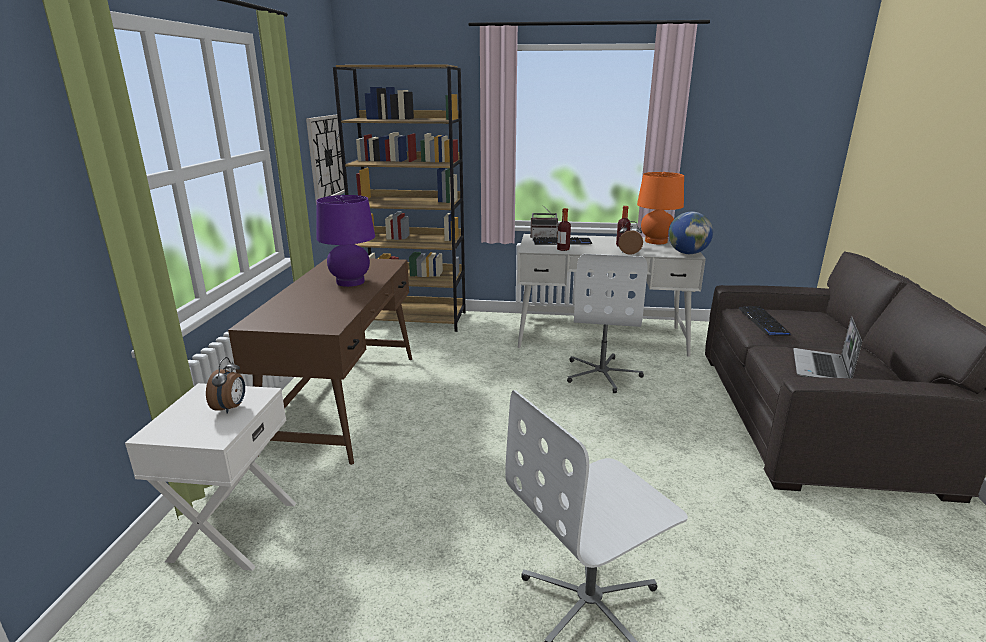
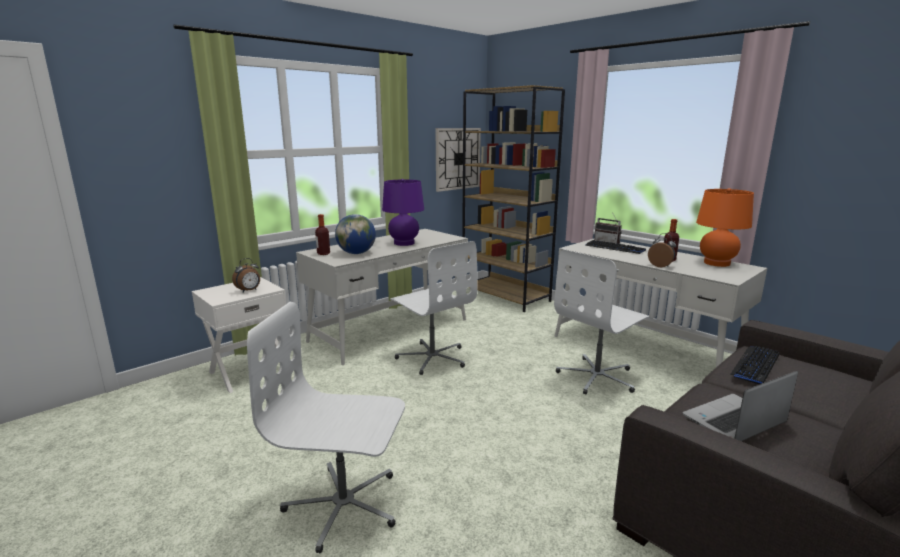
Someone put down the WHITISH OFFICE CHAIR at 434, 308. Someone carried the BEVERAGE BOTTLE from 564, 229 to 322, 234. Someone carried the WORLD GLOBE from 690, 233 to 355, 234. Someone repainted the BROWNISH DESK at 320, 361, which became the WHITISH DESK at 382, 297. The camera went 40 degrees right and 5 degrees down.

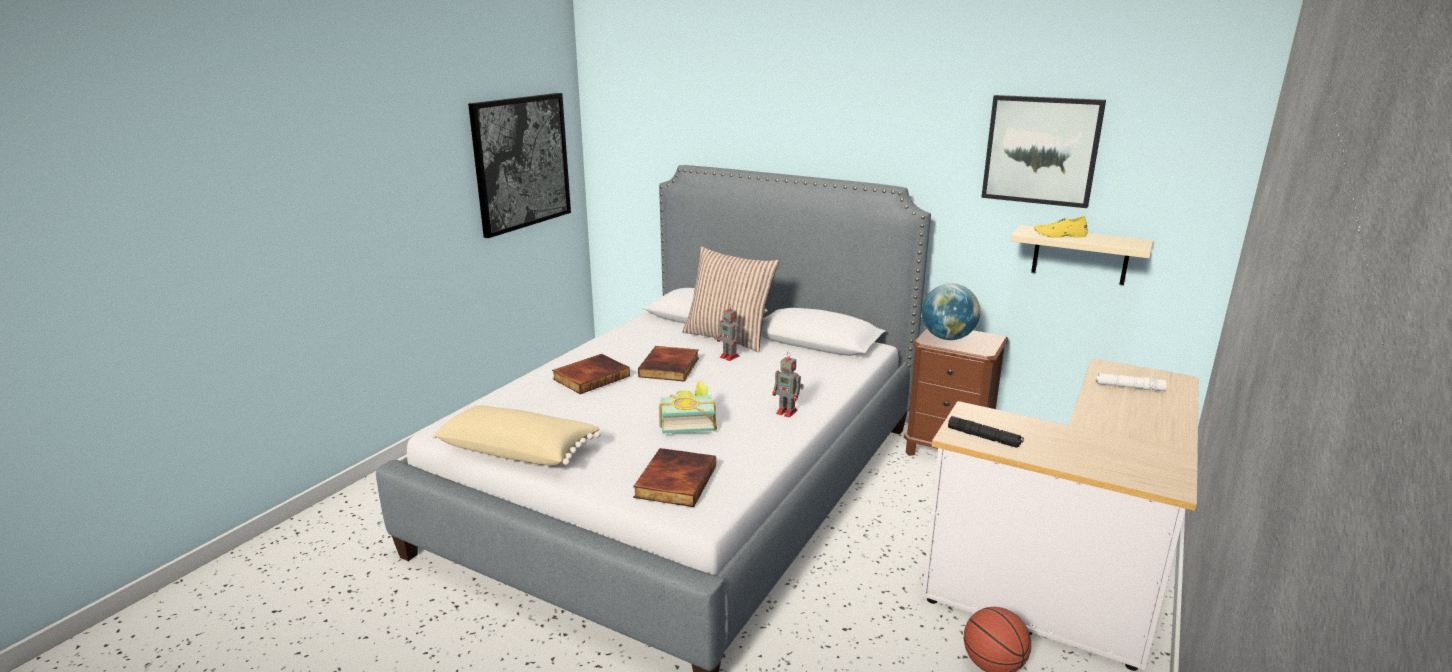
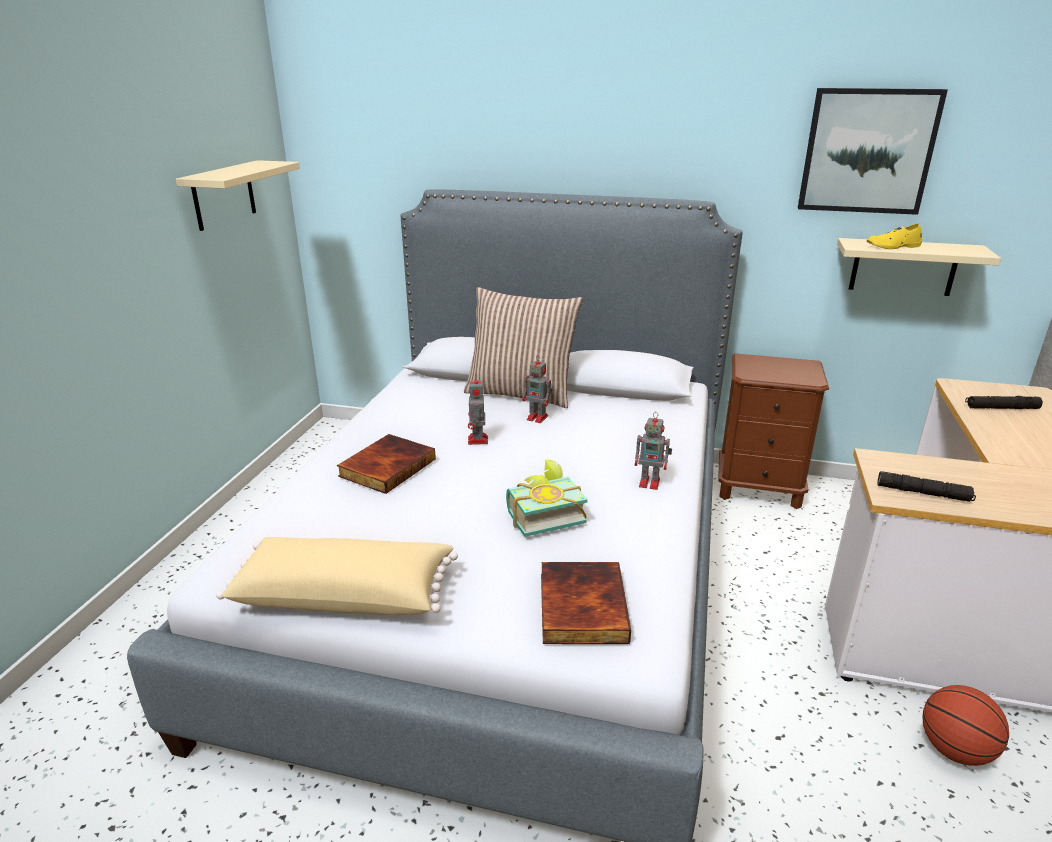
Someone took away the WORLD GLOBE at 951, 311. Someone swapped the WALL ART at 519, 165 for the BEIGE-COLOURED SHELF at 238, 195. Someone swapped the VOLUME at 668, 364 for the MODEL ROBOT at 478, 412. Someone repainted the WHITISH FLASHLIGHT at 1131, 382, which became the BLACK-COLOURED FLASHLIGHT at 1004, 402. The camera went 15 degrees left and 5 degrees up.

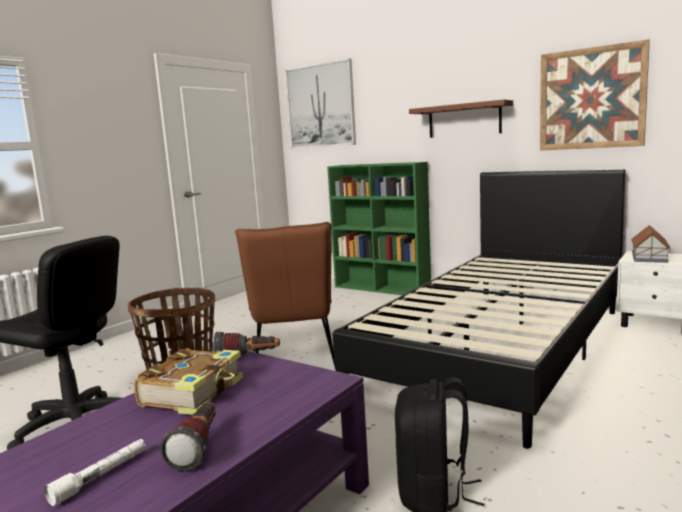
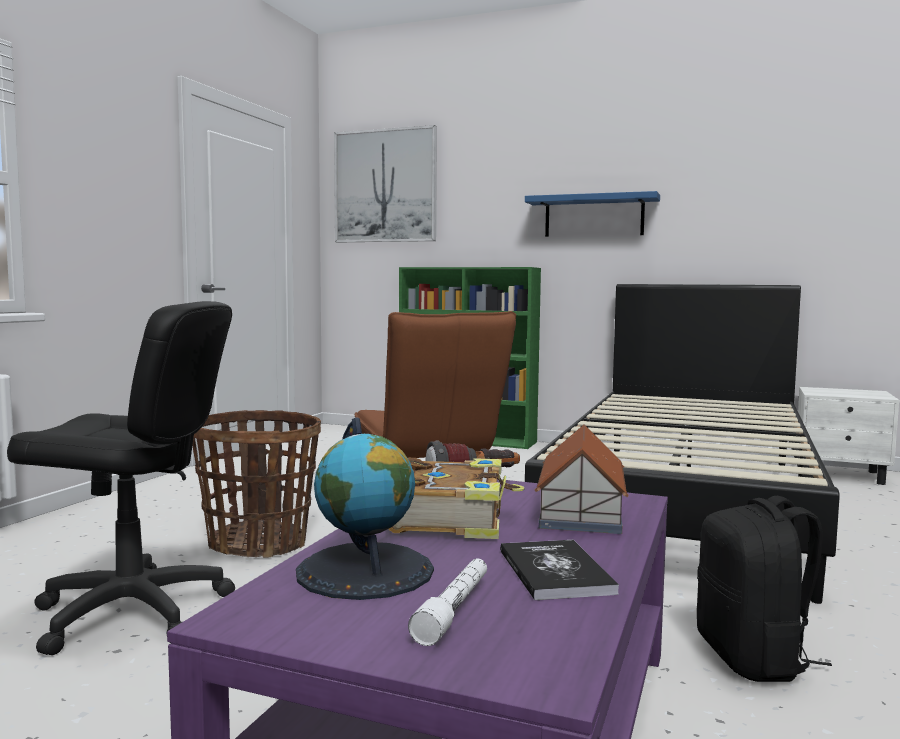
Someone took away the WALL ART at 595, 95. Someone put down the WORLD GLOBE at 365, 509. Someone carried the MINIATURE HOUSE from 651, 244 to 582, 479. Someone swapped the FLASHLIGHT at 188, 437 for the VOLUME at 559, 570. Someone repainted the BROWNISH SHELF at 461, 118, which became the BLUE SHELF at 592, 214. The camera went 15 degrees left and 5 degrees down.

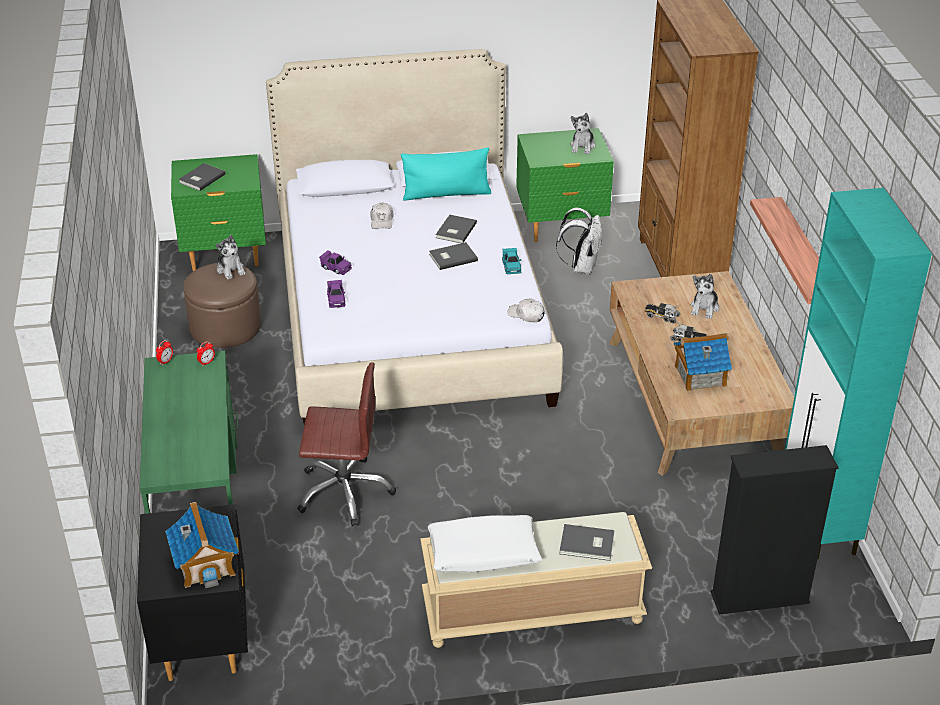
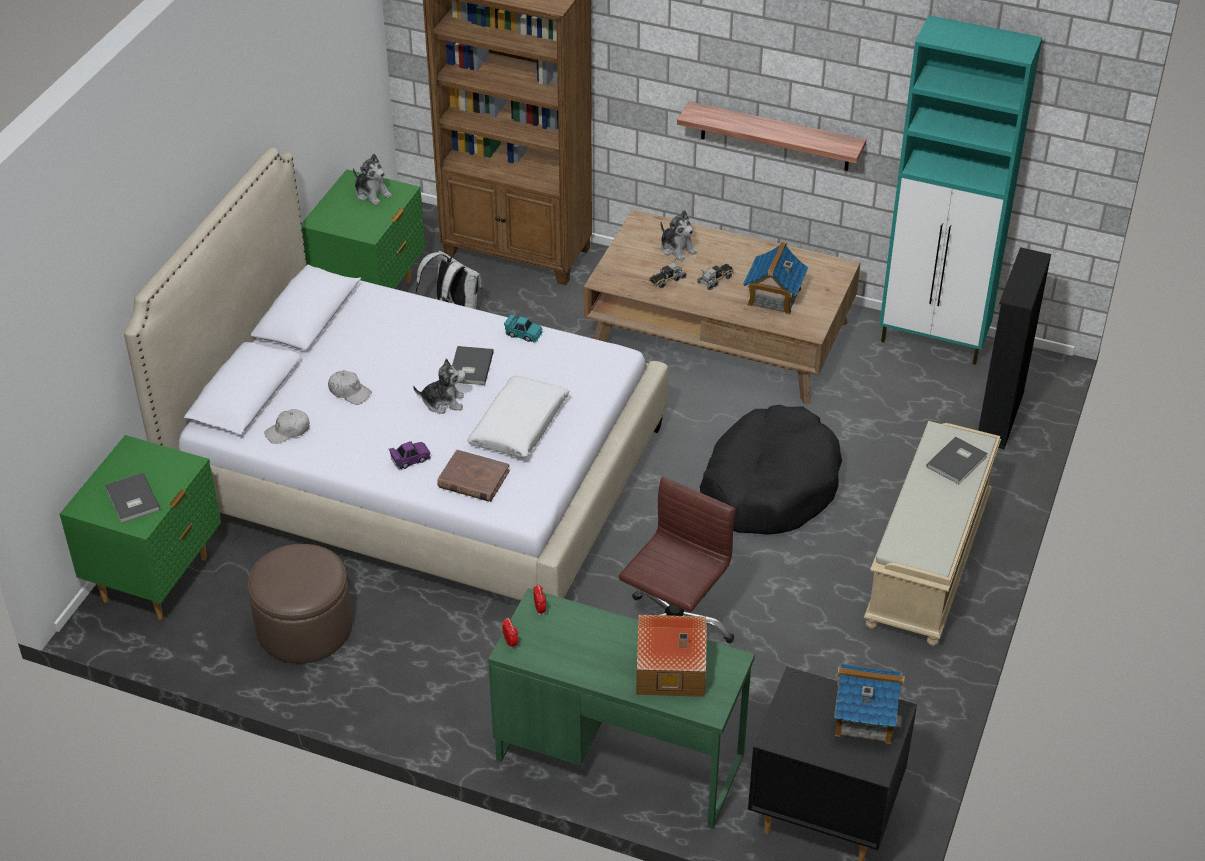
Someone took away the TURQUOISE PILLOW at 446, 173. Someone took away the GREYISH VOLUME at 456, 229. Someone put down the MINIATURE HOUSE at 671, 656. Someone put down the BLACK-COLOURED DOG BED at 771, 470. Someone carried the CUDDLY TOY from 230, 257 to 439, 386. Someone carried the WHITISH PILLOW from 485, 543 to 518, 417. Someone carried the WHITISH CAP from 526, 311 to 286, 426. Someone swapped the PURPLE MINIATURE CAR at 336, 294 for the BROWNISH VOLUME at 473, 476. The camera went 60 degrees left and 5 degrees up.

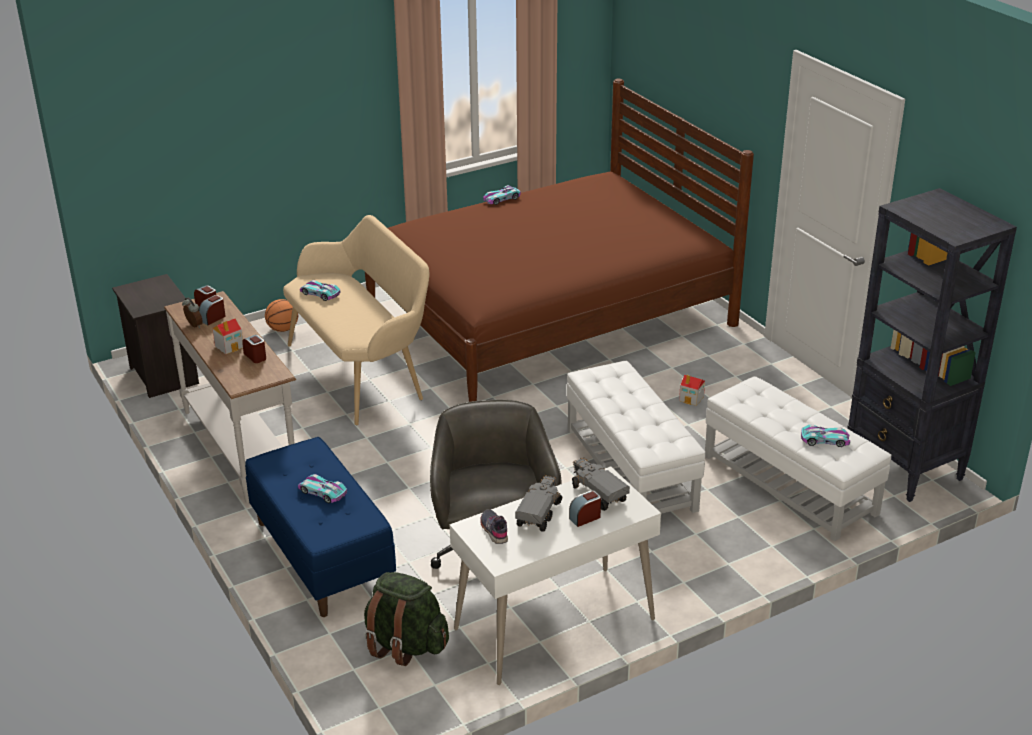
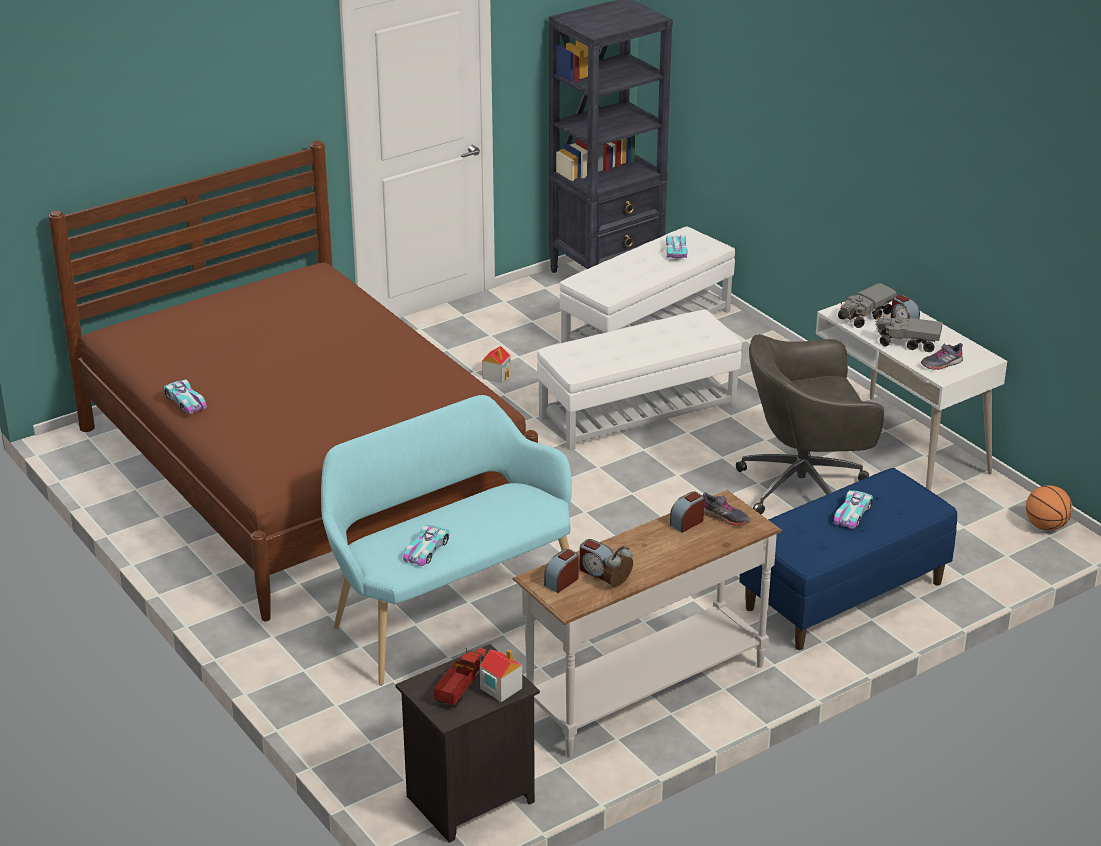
Someone took away the GREENISH BACKPACK at 406, 619. Someone put down the TOY TRUCK at 460, 677. Someone put down the GREYISH ITEM OF FOOTWEAR at 726, 509. Someone carried the MINIATURE HOUSE from 227, 336 to 501, 675. Someone carried the BASKETBALL from 281, 315 to 1049, 508. Someone repainted the BEIGE-COLOURED BENCH at 356, 320, which became the TURQUOISE BENCH at 446, 540. The camera went 95 degrees left and 0 degrees up.

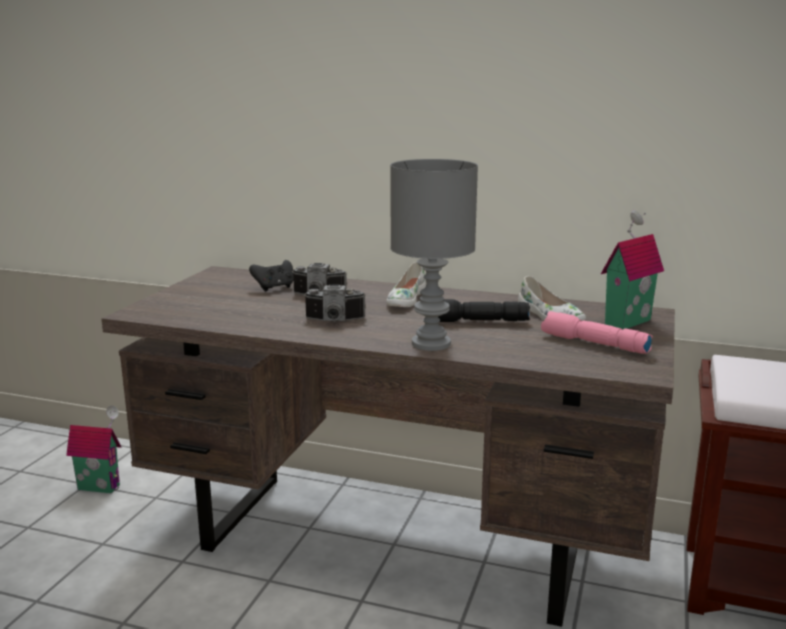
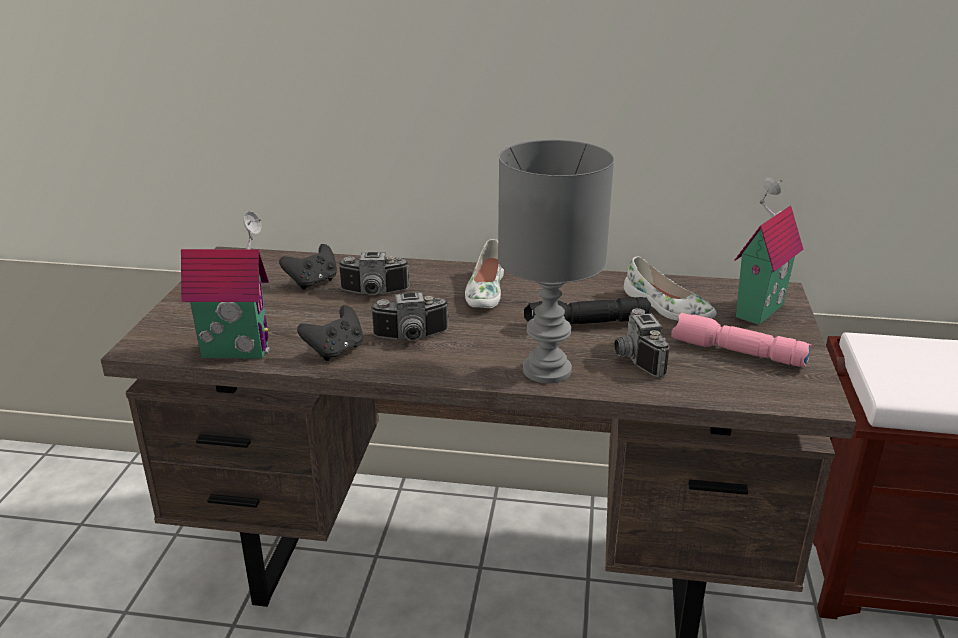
Someone put down the BLACK-COLOURED GAME CONTROLLER at 330, 333. Someone put down the PHOTO CAMERA at 641, 343. Someone carried the MINIATURE HOUSE from 93, 449 to 225, 284. The camera went 10 degrees left and 10 degrees up.

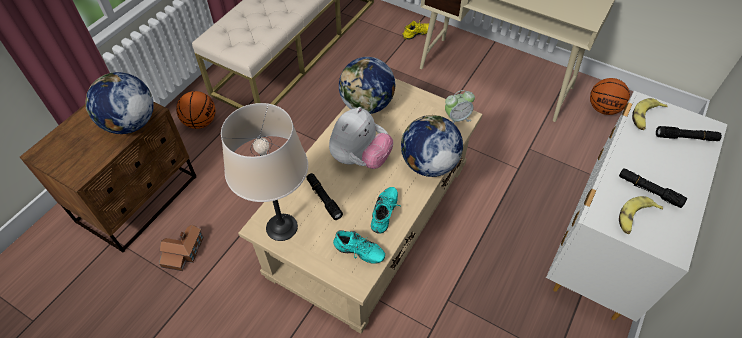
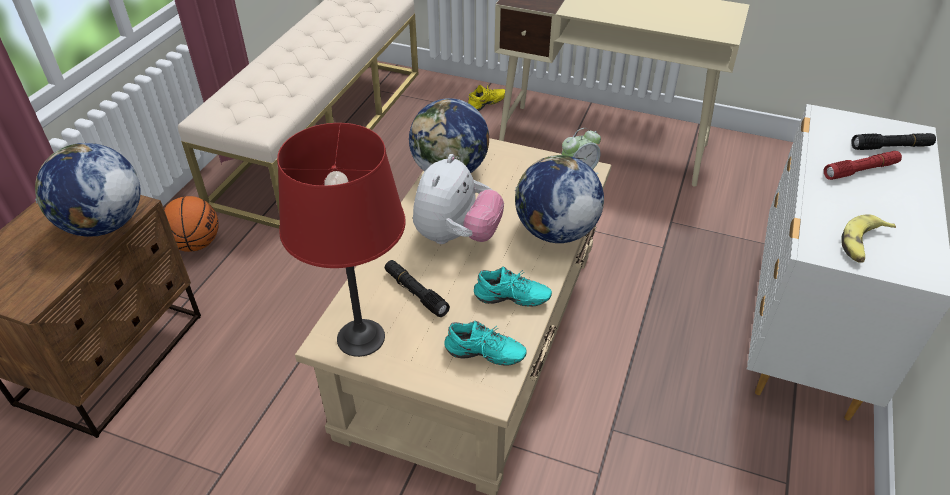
Someone took away the MINIATURE HOUSE at 181, 248. Someone took away the BASKETBALL at 610, 96. Someone took away the BLACK-COLOURED FLASHLIGHT at 653, 188. Someone took away the BANANA at 650, 114. Someone put down the REDDISH FLASHLIGHT at 863, 165. Someone repainted the BEIGE-COLOURED TABLE LAMP at 264, 172, which became the REDDISH TABLE LAMP at 341, 240. Someone rotated the TURQUOISE ITEM OF FOOTWEAR at 386, 210 by 90 degrees clockwise. The camera went 10 degrees left and 10 degrees down.

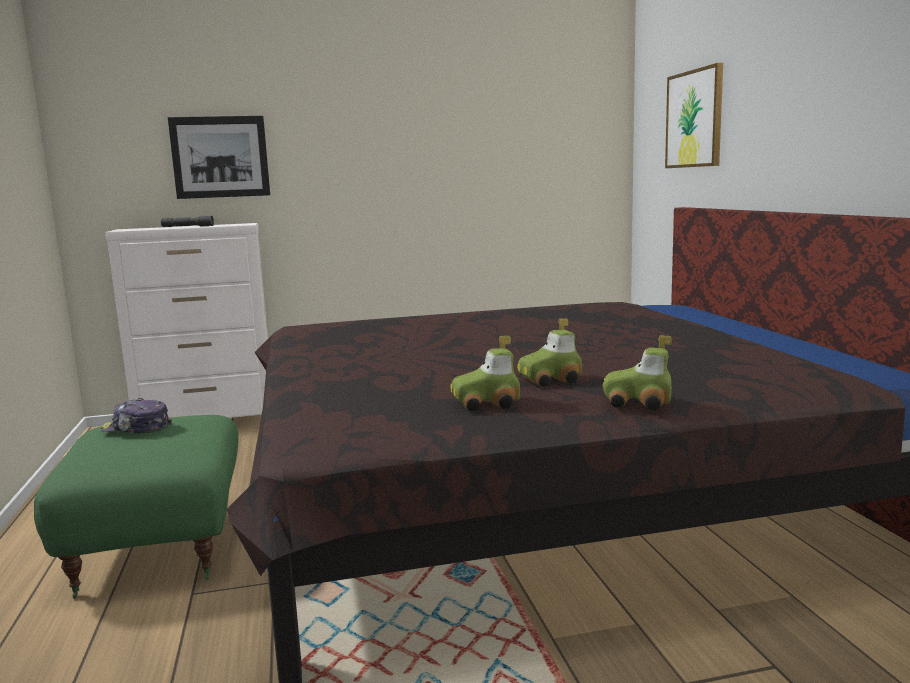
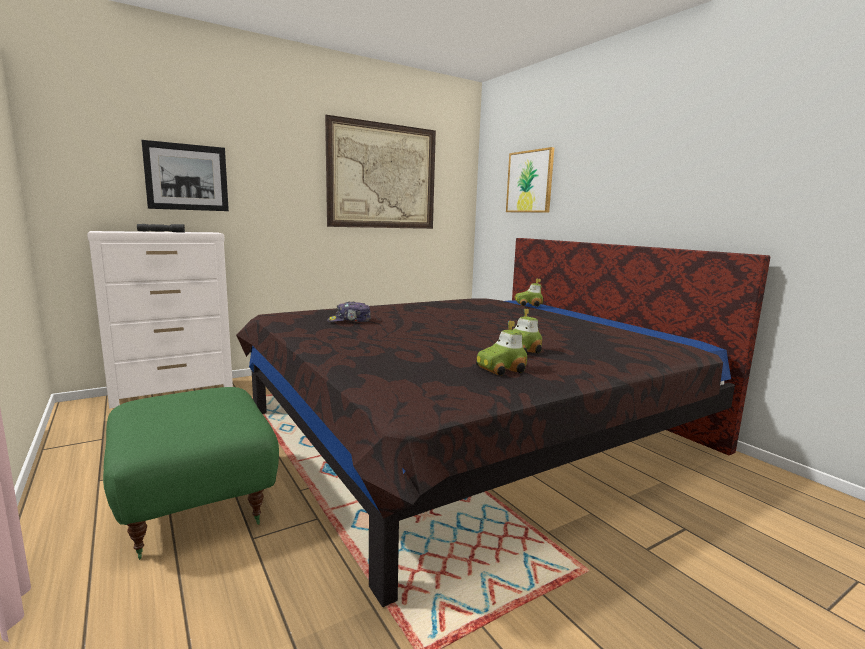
Someone put up the WALL ART at 380, 172. Someone carried the CAP from 136, 415 to 349, 312. Someone carried the MINIATURE CAR from 637, 373 to 529, 293. The camera went 20 degrees left and 0 degrees up.

